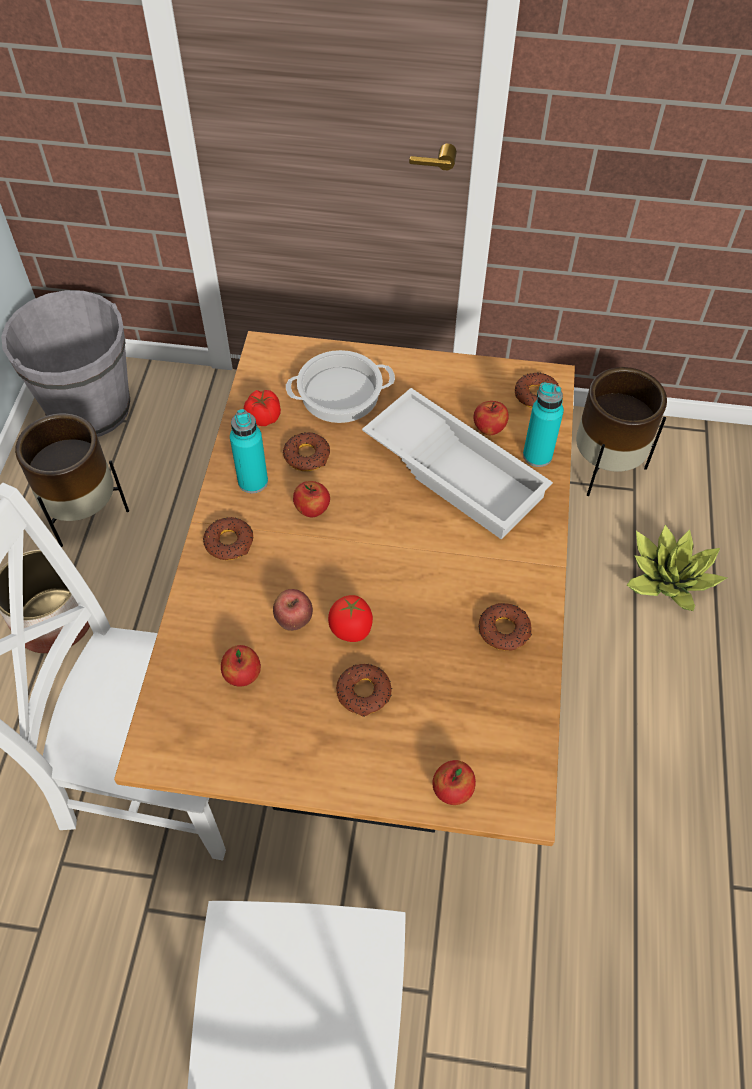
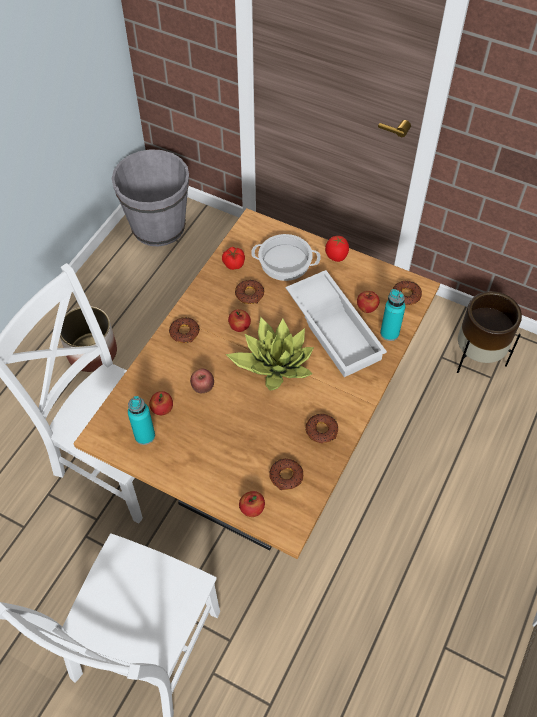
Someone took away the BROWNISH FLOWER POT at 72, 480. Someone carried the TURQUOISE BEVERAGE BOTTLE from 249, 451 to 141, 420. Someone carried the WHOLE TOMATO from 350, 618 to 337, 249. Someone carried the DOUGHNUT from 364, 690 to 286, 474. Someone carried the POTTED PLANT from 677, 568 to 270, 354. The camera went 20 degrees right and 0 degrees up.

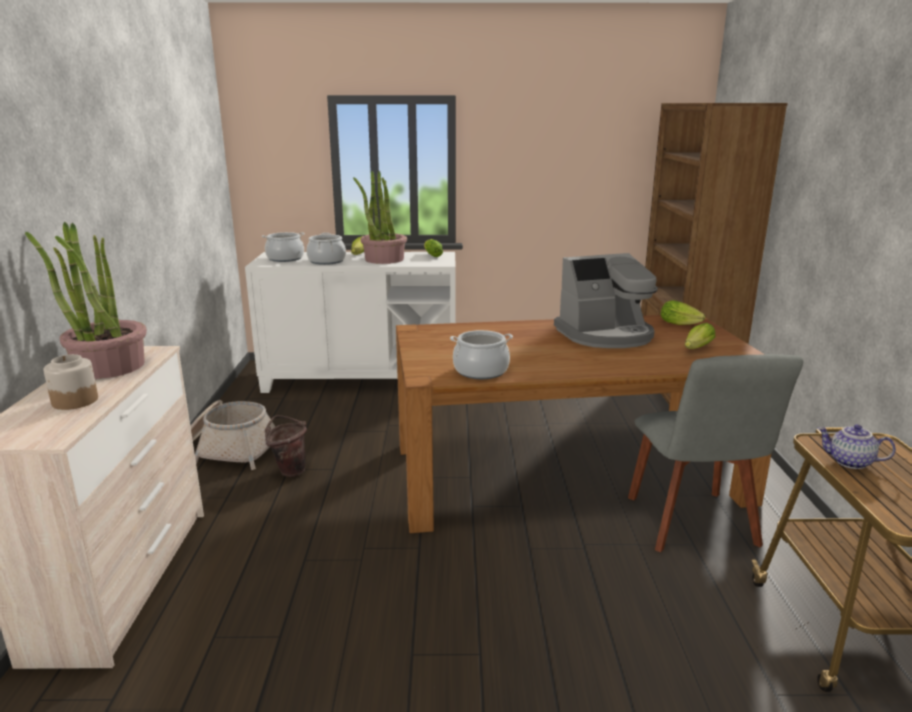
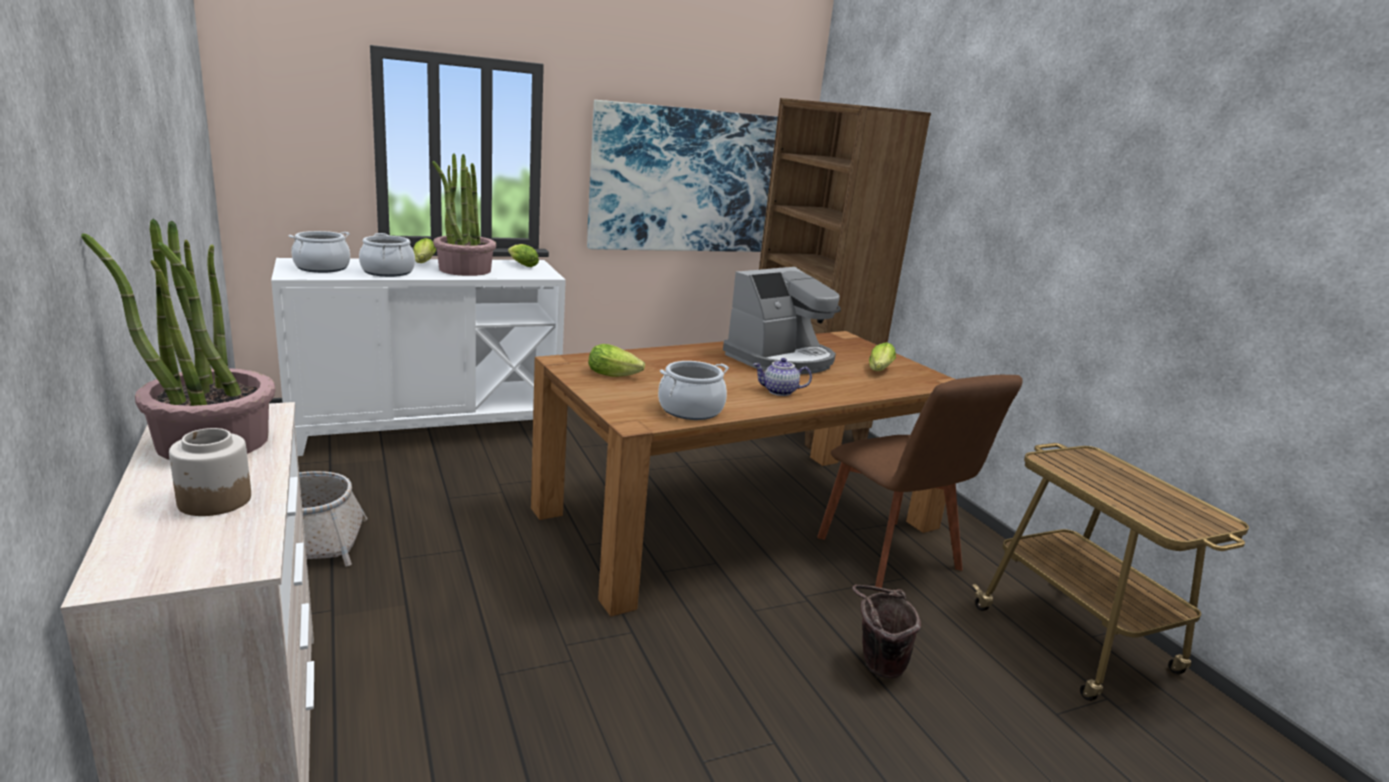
Someone put up the WALL ART at 682, 176. Someone carried the BROWNISH WATER BUCKET from 286, 446 to 886, 632. Someone carried the LETTUCE from 683, 312 to 616, 360. Someone carried the TEAPOT from 856, 446 to 782, 377. Someone repainted the GREYISH CHAIR at 715, 453, which became the BROWNISH CHAIR at 920, 483. The camera went 25 degrees left and 0 degrees up.

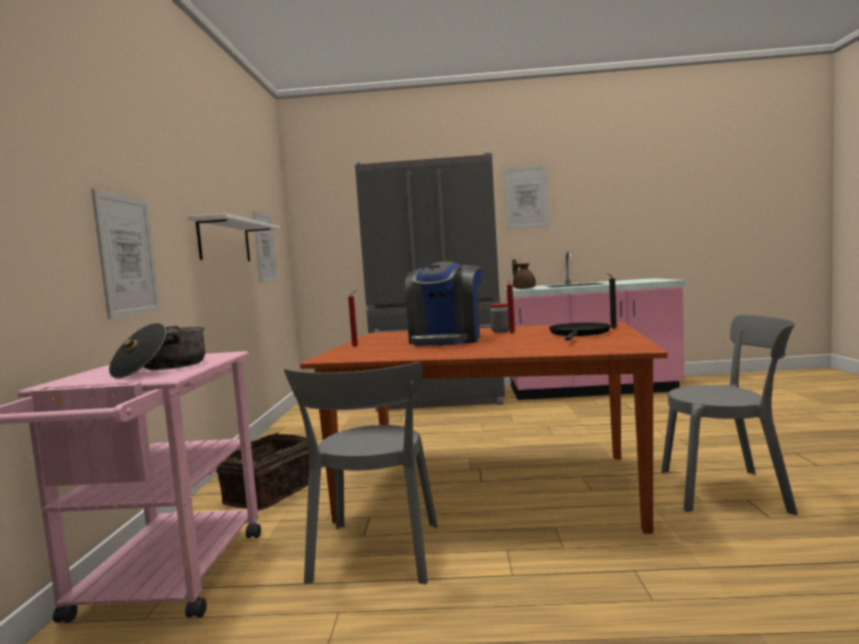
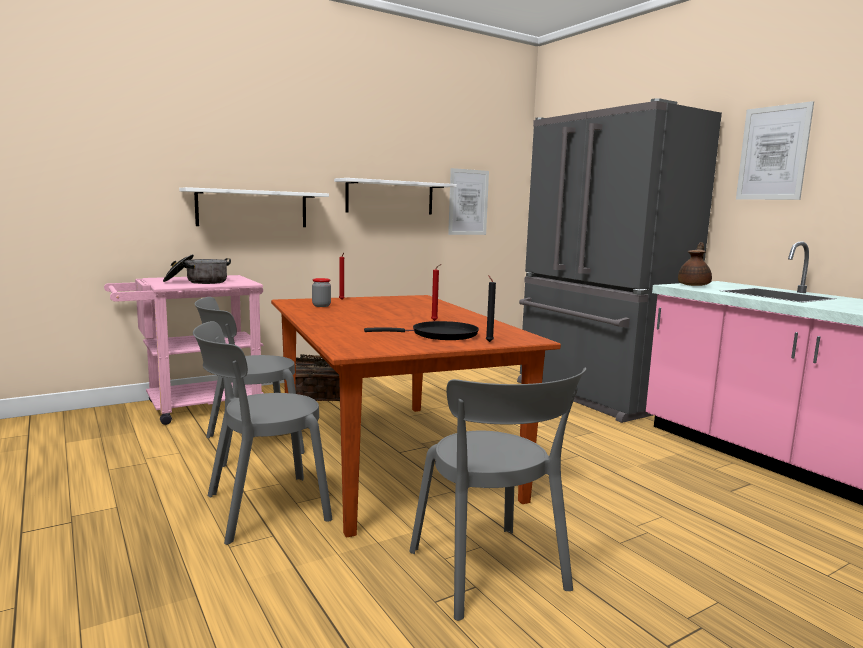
Someone took away the COFFEE MACHINE at 443, 303. Someone put down the GREYISH CHAIR at 262, 433. Someone carried the STORAGE JAR from 499, 318 to 321, 292. Someone swapped the WALL ART at 126, 254 for the WHITISH SHELF at 254, 207. The camera went 55 degrees right and 5 degrees up.

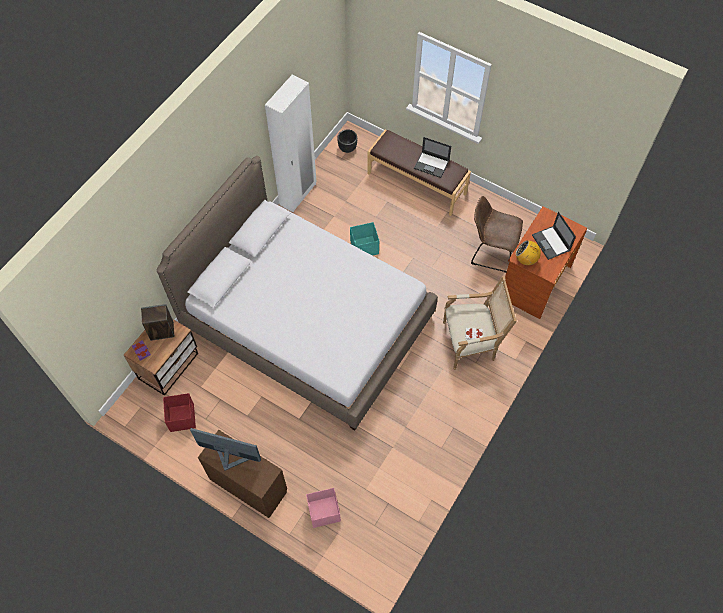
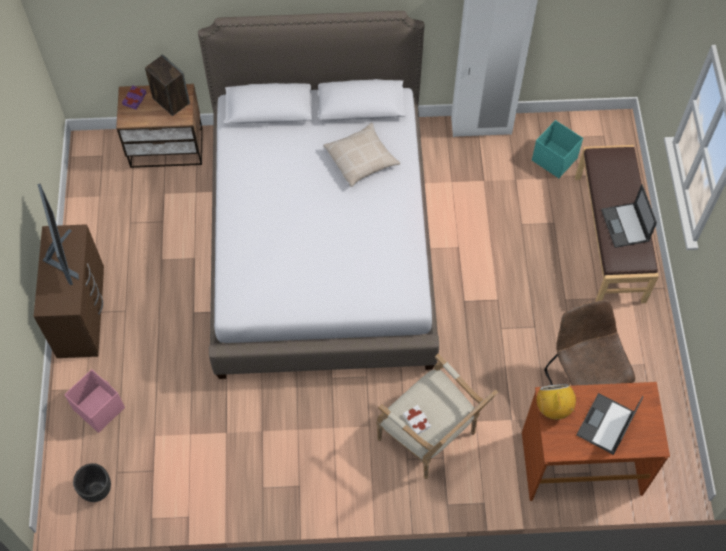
Someone took away the REDDISH STORAGE BOX at 179, 412. Someone put down the BEIGE-COLOURED PILLOW at 361, 155. Someone carried the BLACK-COLOURED FLOWER POT from 347, 141 to 92, 482. Someone carried the TURQUOISE STORAGE BOX from 364, 239 to 557, 149. The camera went 55 degrees right and 0 degrees up.

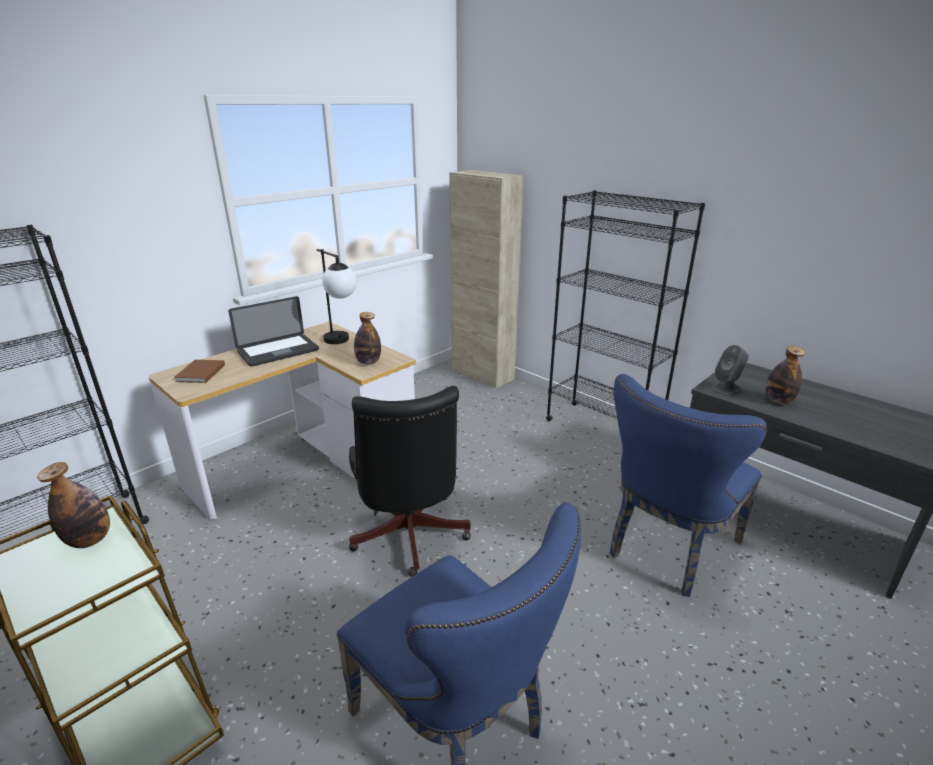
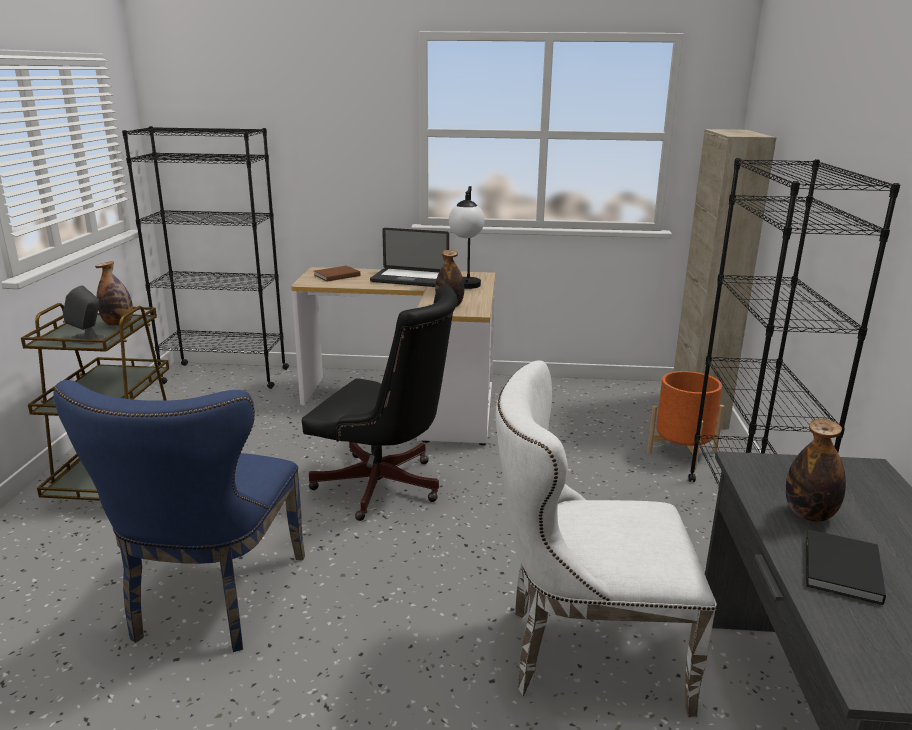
Someone put down the ORANGE-COLOURED FLOWER POT at 685, 420. Someone put down the BLACK-COLOURED VOLUME at 846, 567. Someone carried the GREYISH SPEAKER from 730, 370 to 84, 315. Someone repainted the BLUE CHAIR at 688, 485, which became the WHITISH CHAIR at 606, 538. Someone rotated the BLACK-COLOURED OFFICE CHAIR at 410, 481 by 105 degrees counterclockwise. The camera went 50 degrees right and 5 degrees down.

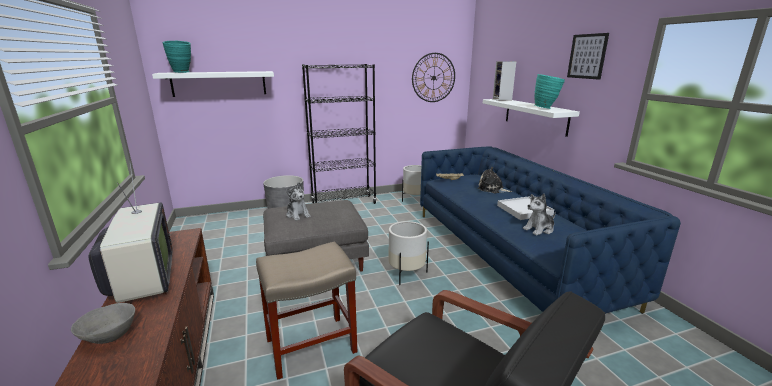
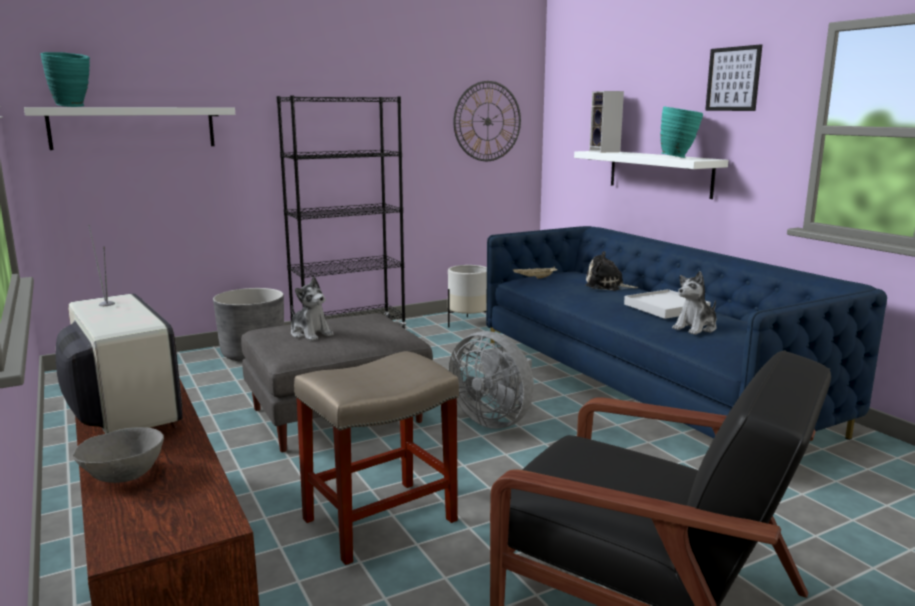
Someone swapped the WHITISH FLOWER POT at 408, 253 for the GREYISH COOLING FAN at 491, 380. The camera went 10 degrees left and 5 degrees down.

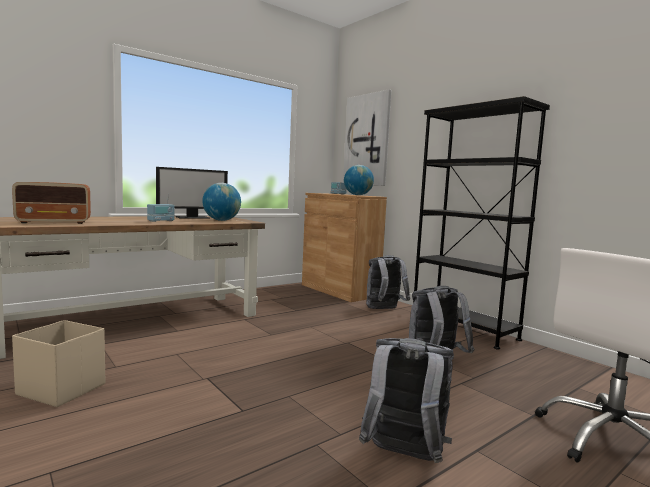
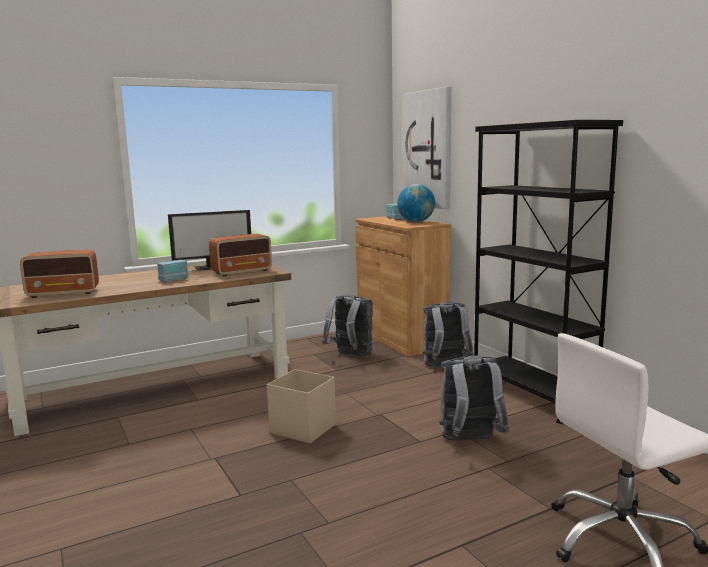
Someone carried the BEIGE-COLOURED STORAGE BOX from 58, 363 to 301, 406. Someone carried the GREYISH BACKPACK from 406, 400 to 347, 325. Someone swapped the WORLD GLOBE at 221, 202 for the RADIO RECEIVER at 240, 255. The camera went 10 degrees right and 5 degrees up.

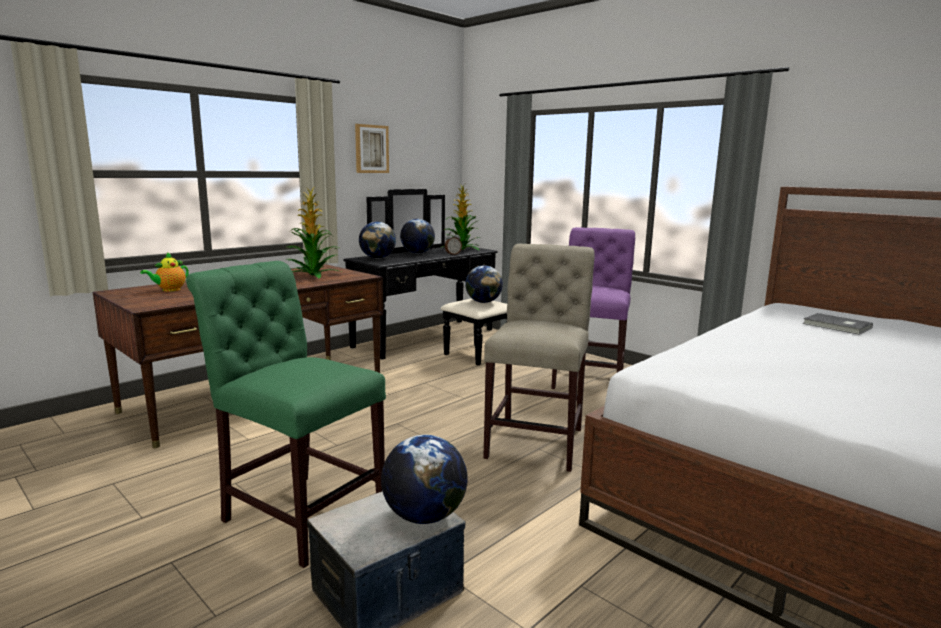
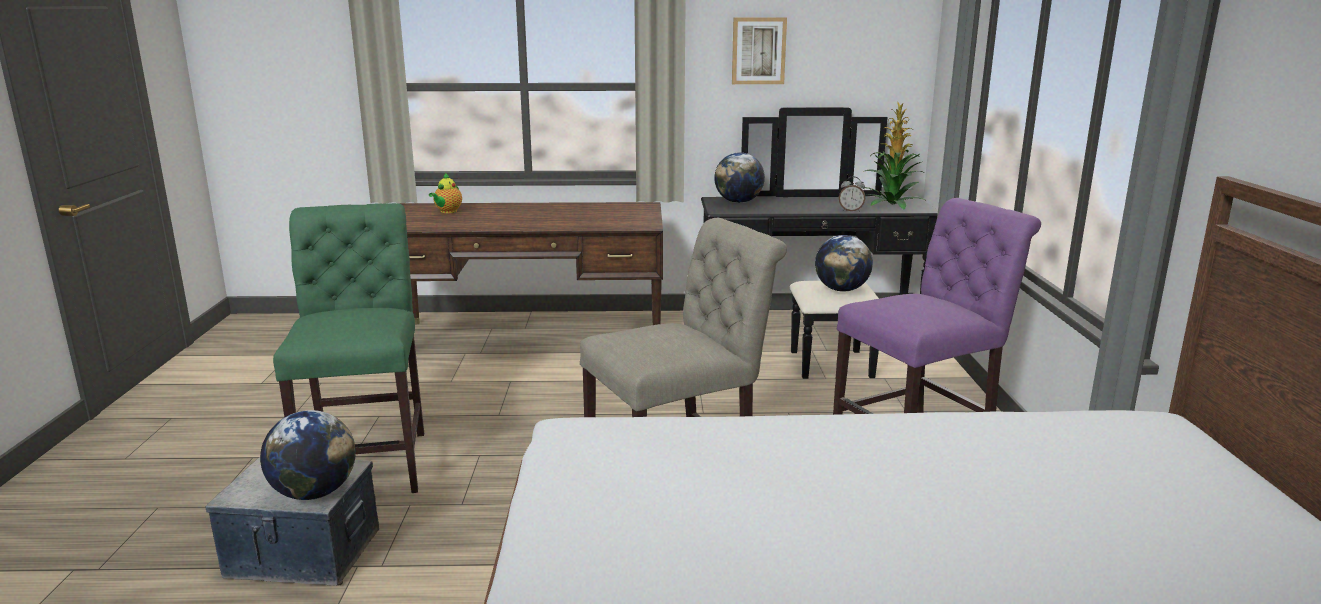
Someone took away the POTTED PLANT at 314, 232. Someone took away the WORLD GLOBE at 417, 236. Someone took away the GREYISH VOLUME at 838, 324. Someone rotated the TEAPOT at 164, 271 by 60 degrees counterclockwise. The camera went 45 degrees right and 5 degrees up.

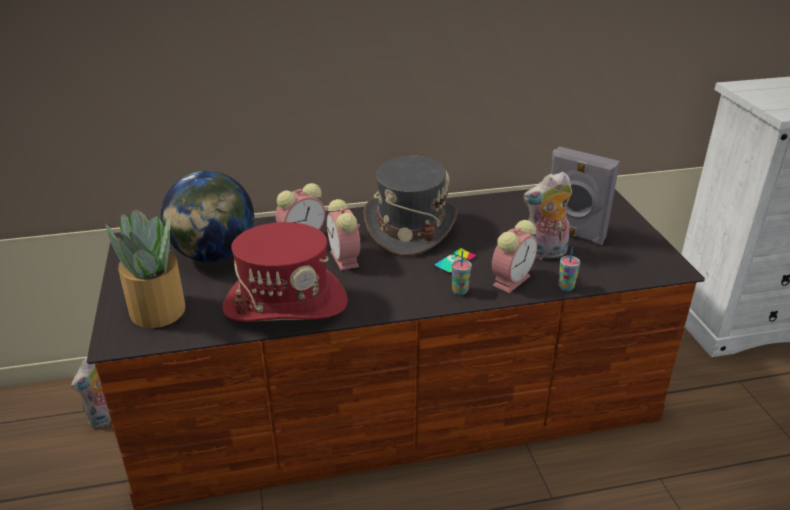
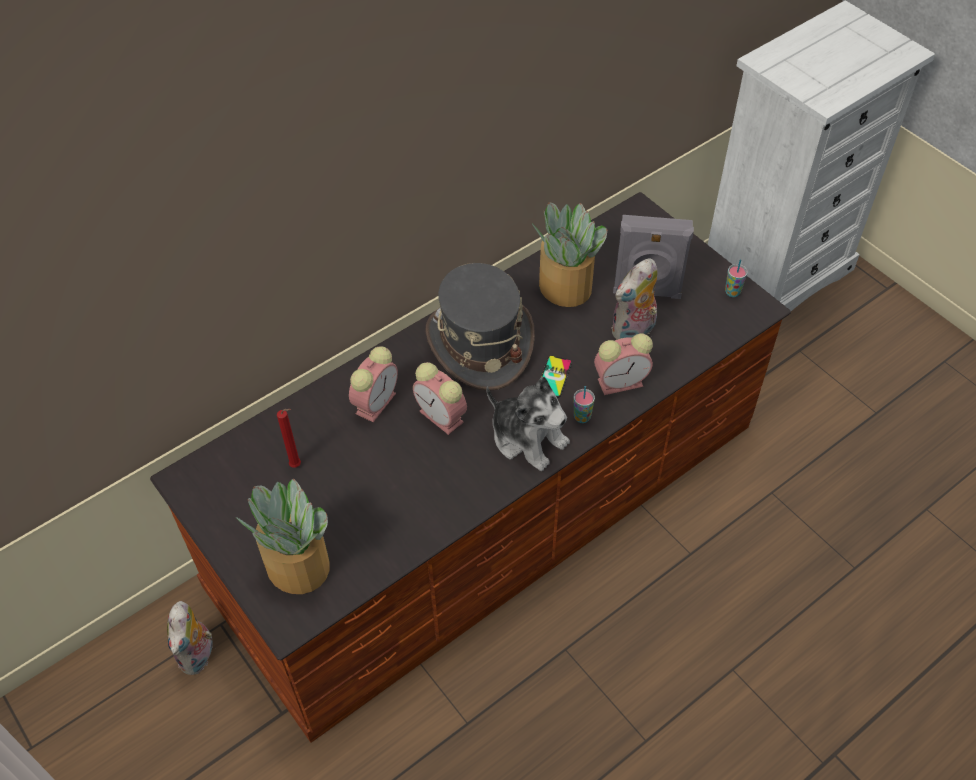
Someone took away the REDDISH WEARABLE HAT at 285, 272. Someone put down the CUDDLY TOY at 528, 424. Someone put down the POTTED PLANT at 569, 254. Someone carried the CUP from 569, 269 to 736, 278. Someone swapped the WORLD GLOBE at 208, 216 for the REDDISH WAX CANDLE at 289, 438. Someone rotated the TABLE CLOCK at 514, 256 by 60 degrees clockwise. The camera went 25 degrees left and 20 degrees up.

